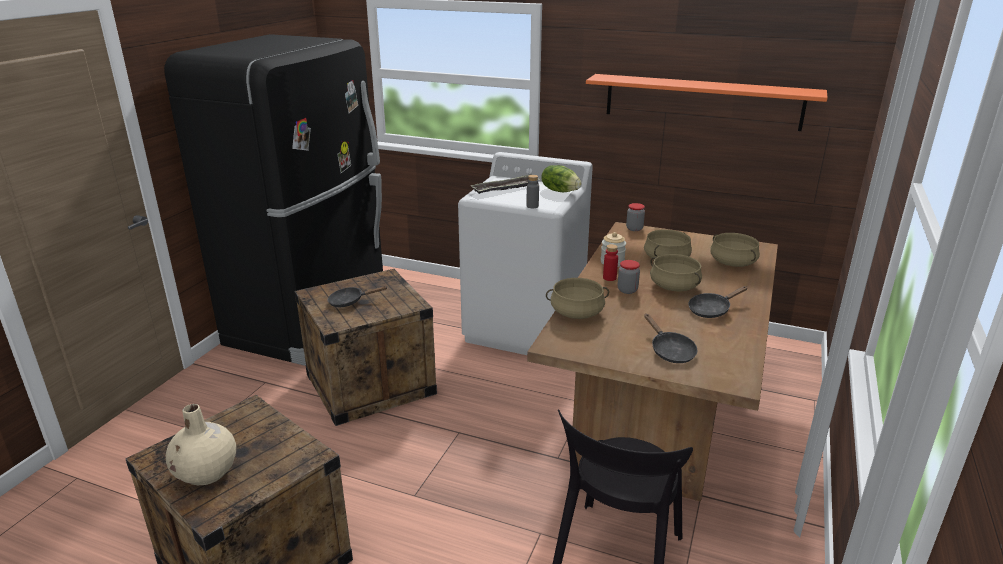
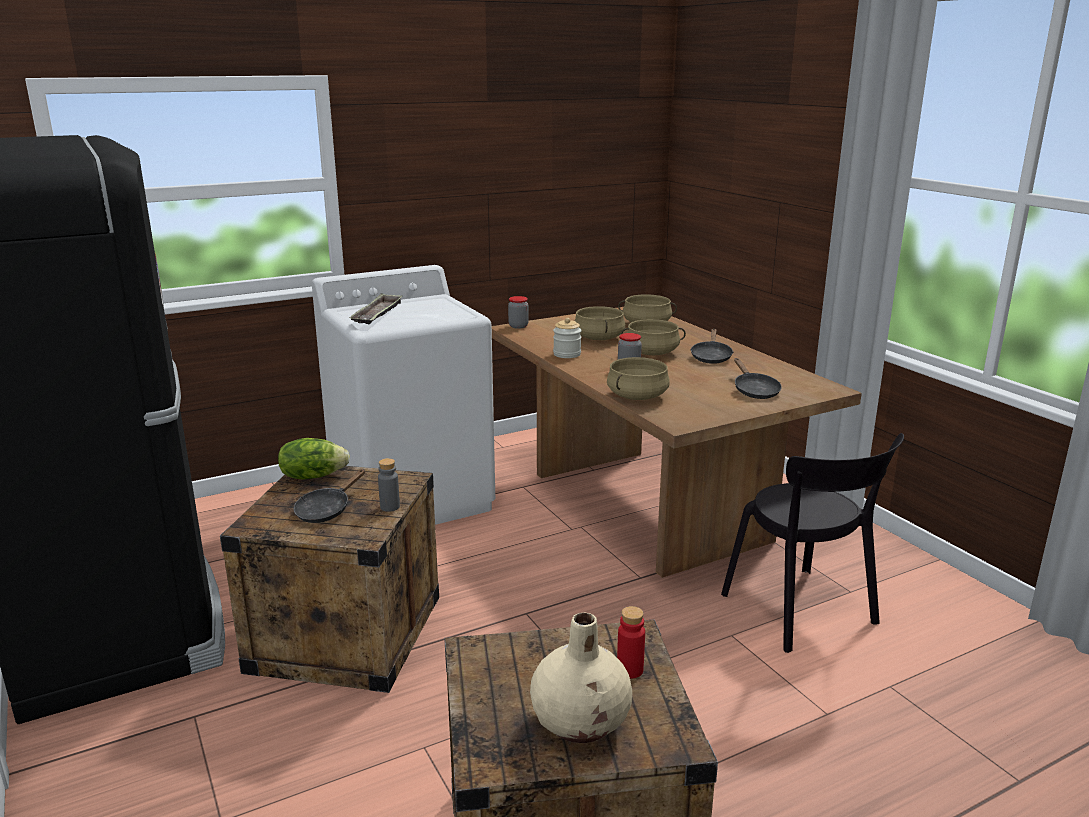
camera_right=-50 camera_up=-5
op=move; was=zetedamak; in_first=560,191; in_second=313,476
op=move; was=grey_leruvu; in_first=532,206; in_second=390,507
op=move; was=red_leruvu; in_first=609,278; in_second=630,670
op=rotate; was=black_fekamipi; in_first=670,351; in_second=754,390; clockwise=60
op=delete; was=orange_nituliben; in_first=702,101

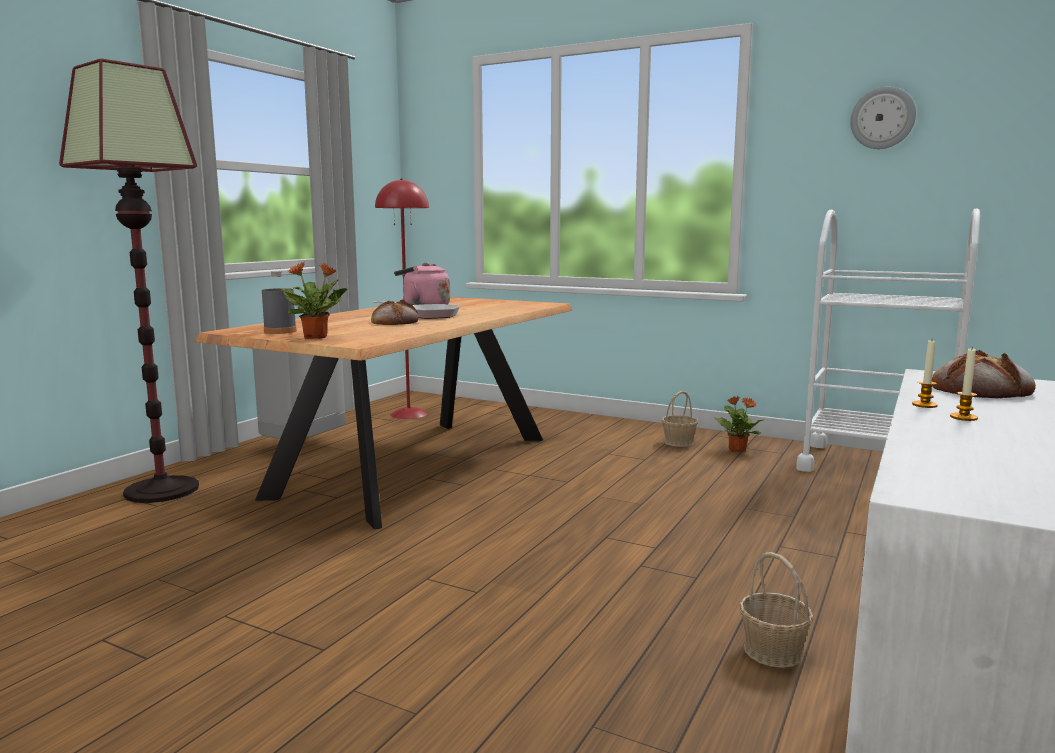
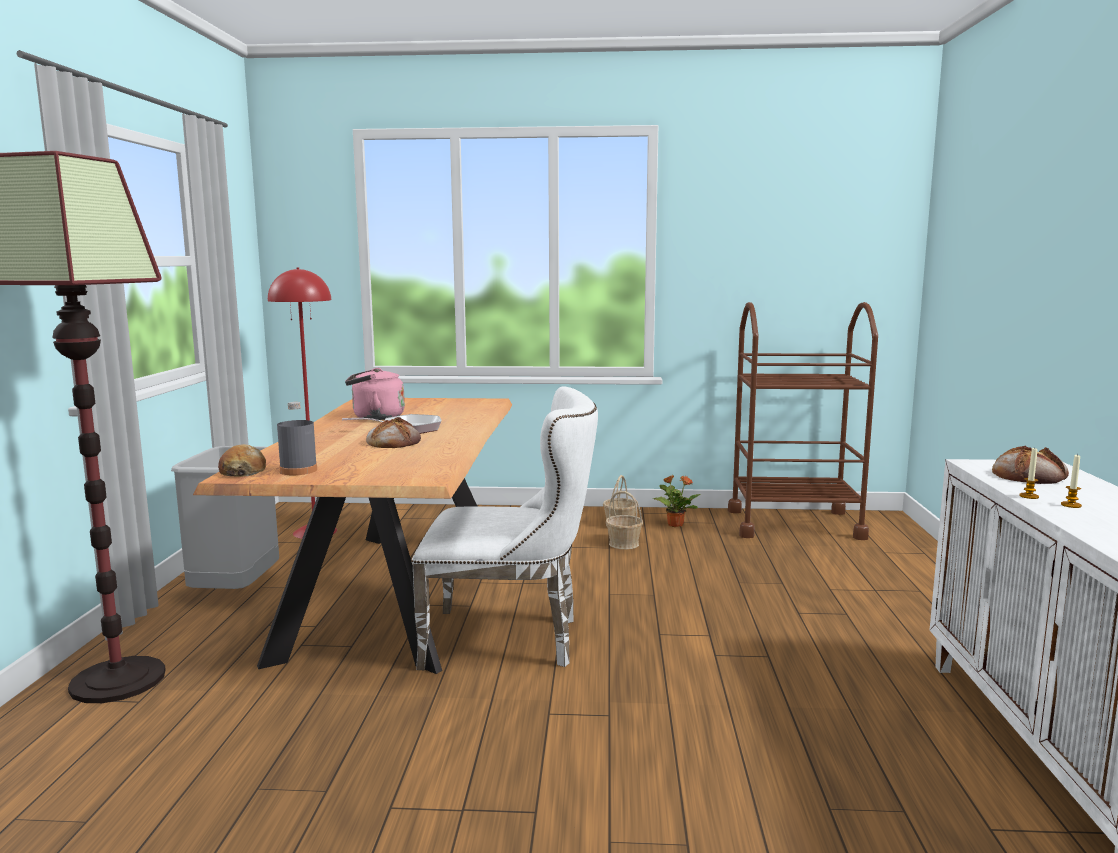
camera_right=-25 camera_up=0
op=insert; now=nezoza; in_second=243,472
op=insert; now=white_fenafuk; in_second=512,640
op=move; was=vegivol; in_first=773,651; in_second=624,544
op=recolor; was=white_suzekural; now=brown_suzekural; in_first=876,466; in_second=794,524
op=delete; was=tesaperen; in_first=316,337
op=delete; was=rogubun; in_first=882,118

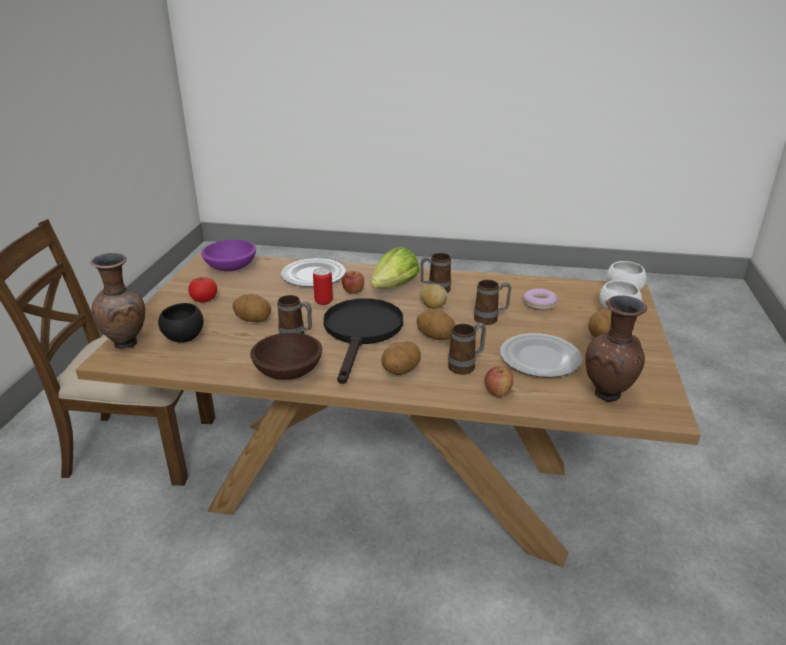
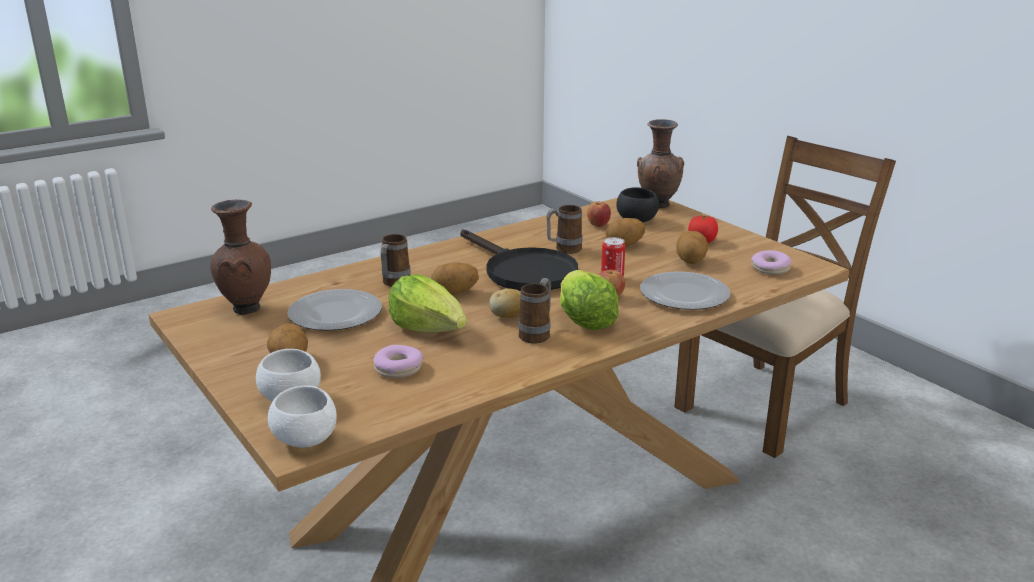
camera_right=135 camera_up=-5
op=replace; was=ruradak; now=zetedamak; in_first=491,319; in_second=429,329
op=move; was=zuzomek; in_first=497,393; in_second=598,225
op=move; was=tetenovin; in_first=400,371; in_second=690,261
op=replace; was=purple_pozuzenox; now=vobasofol; in_first=232,267; in_second=770,269
op=delete; was=brown_pozuzenox; in_first=288,372

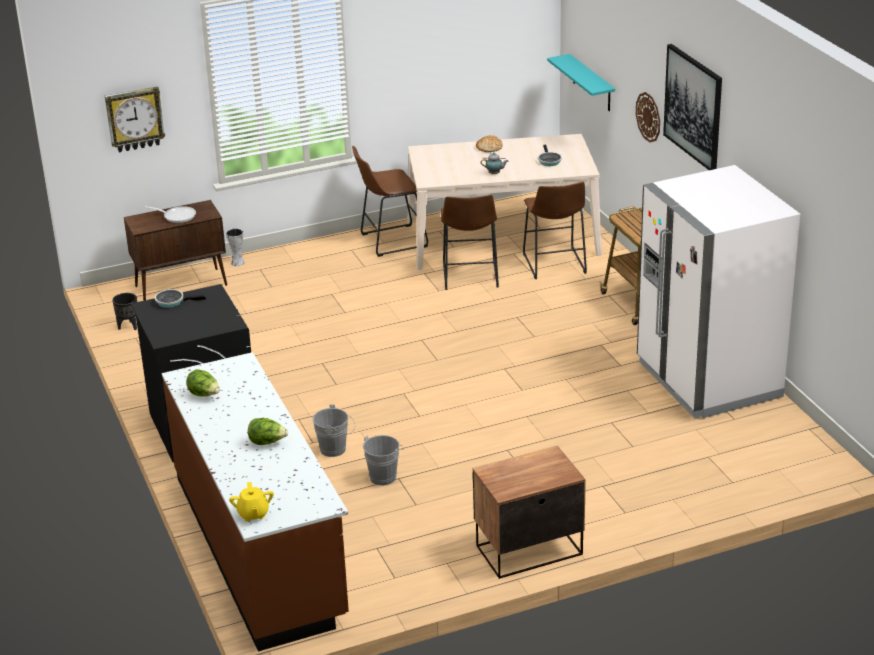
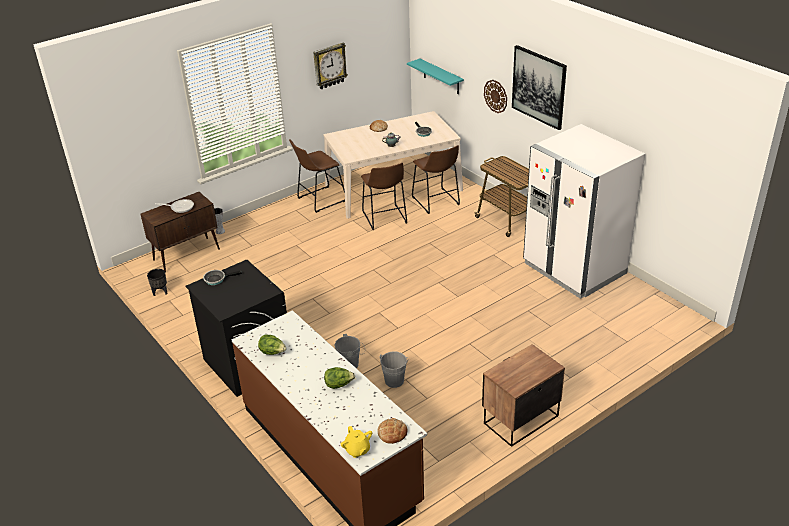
camera_right=-15 camera_up=5
op=move; was=rogubun; in_first=134,119; in_second=329,66
op=insert; now=nezoza; in_second=392,433

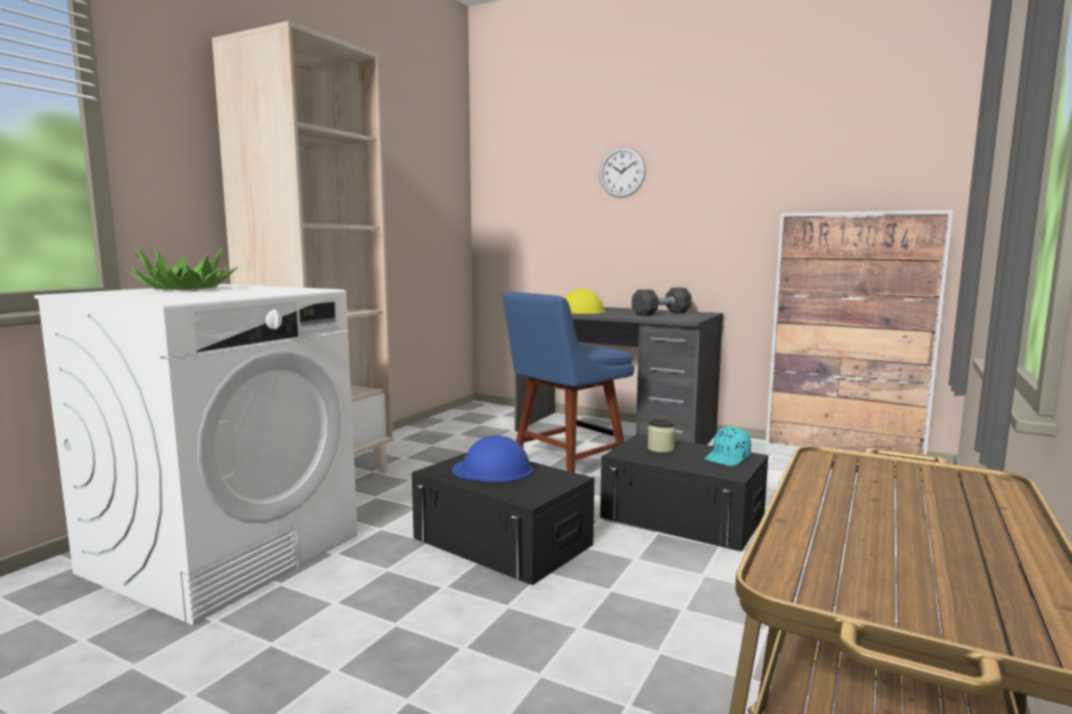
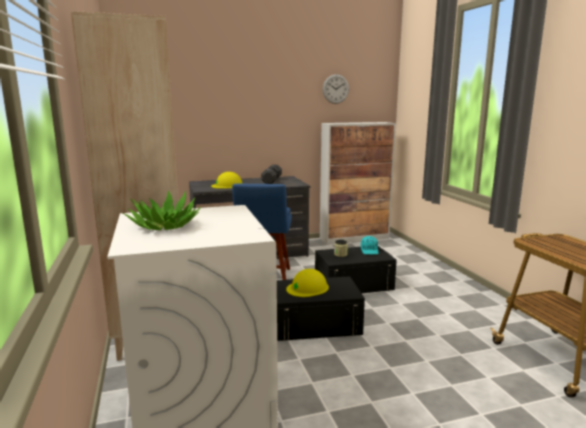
camera_right=-45 camera_up=5
op=recolor; was=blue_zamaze; now=yellow_zamaze; in_first=493,469; in_second=307,288
op=move; was=rogubun; in_first=622,172; in_second=335,89

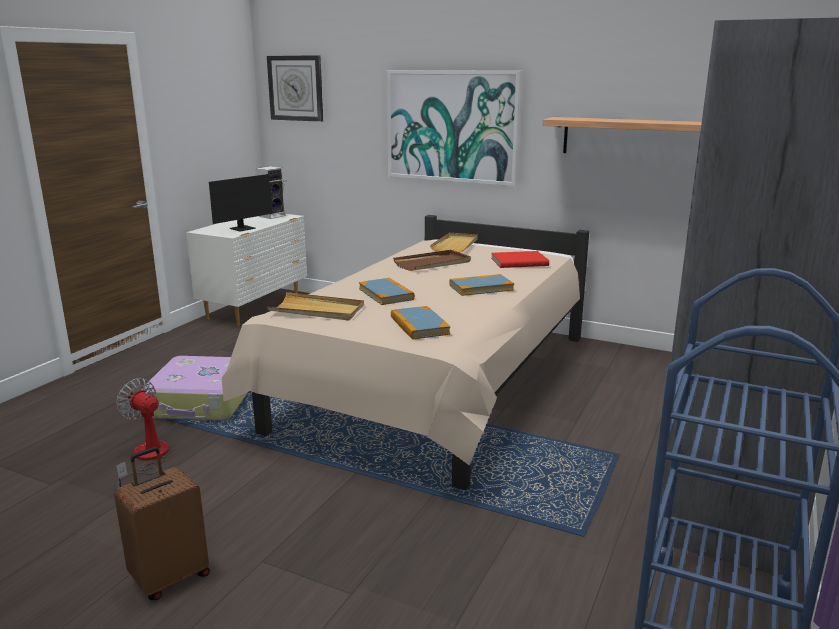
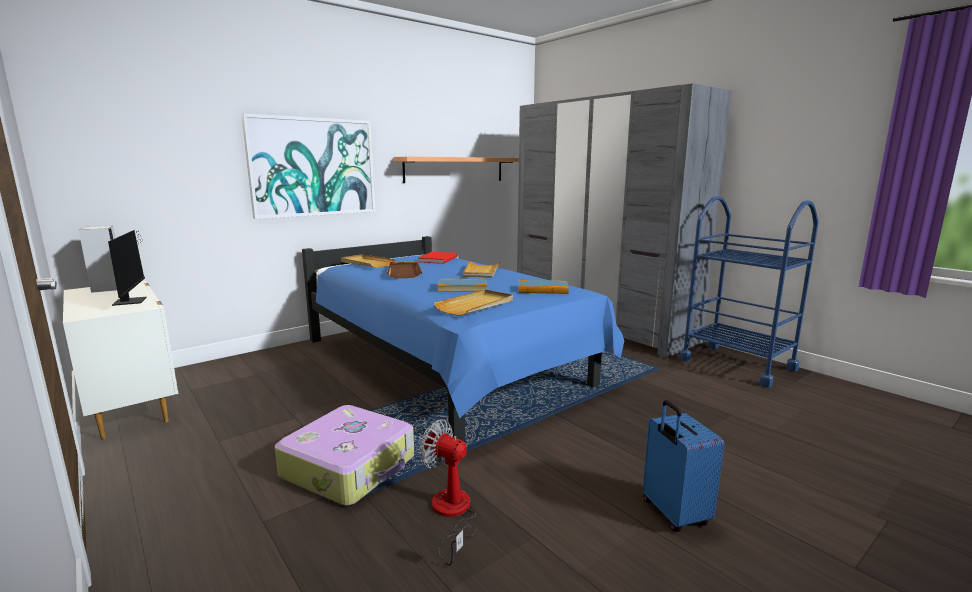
camera_right=-65 camera_up=-5
op=recolor; was=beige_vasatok; now=blue_vasatok; in_first=435,385; in_second=445,364
op=rotate; was=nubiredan; in_first=147,458; in_second=451,514; clockwise=60
op=replace; was=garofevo; now=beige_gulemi; in_first=481,288; in_second=481,271
op=recolor; was=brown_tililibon; now=blue_tililibon; in_first=170,577; in_second=673,514
op=delete; was=rogubun; in_first=296,88

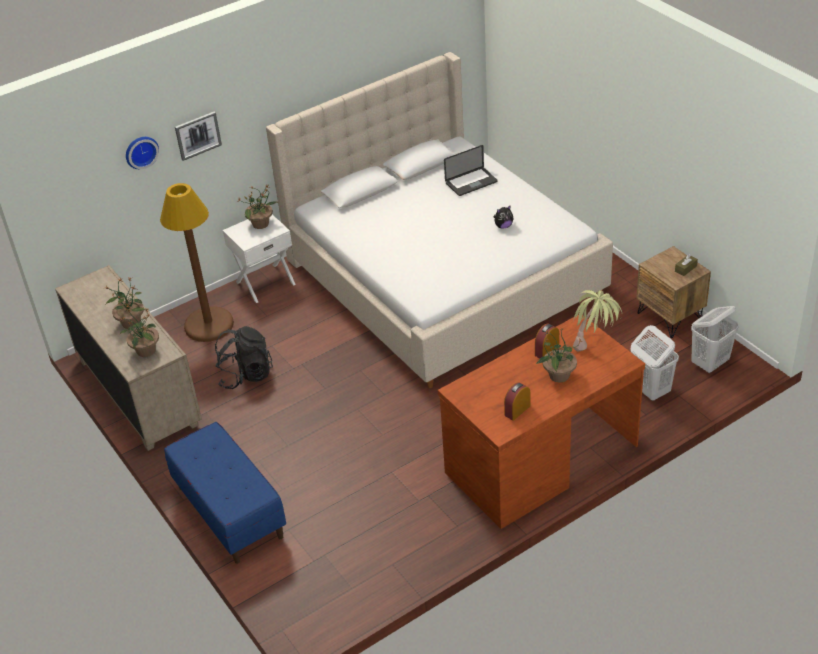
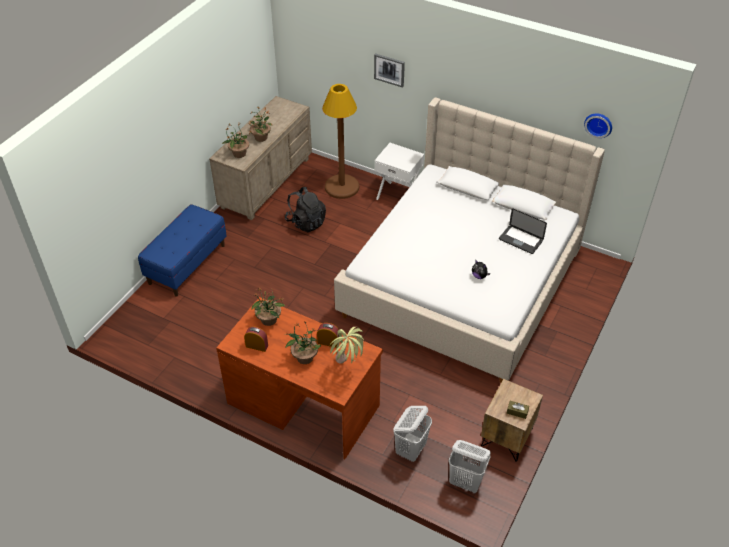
camera_right=60 camera_up=5
op=move; was=tesaperen; in_first=261,224; in_second=269,320
op=move; was=rogubun; in_first=140,151; in_second=598,124

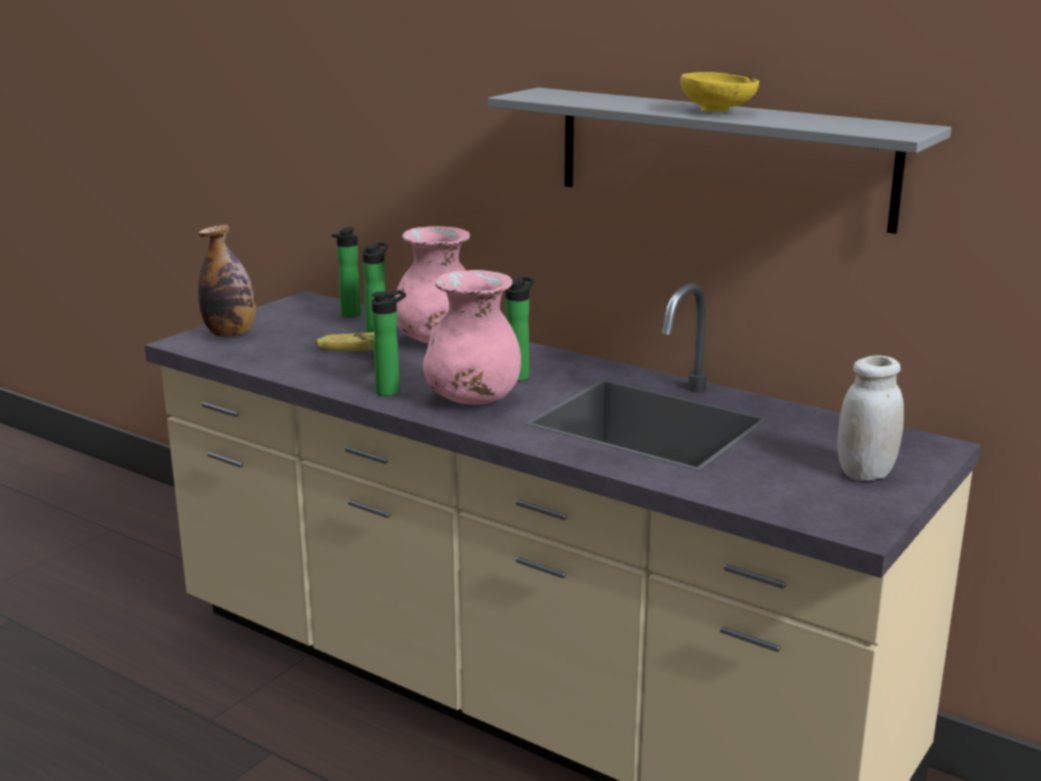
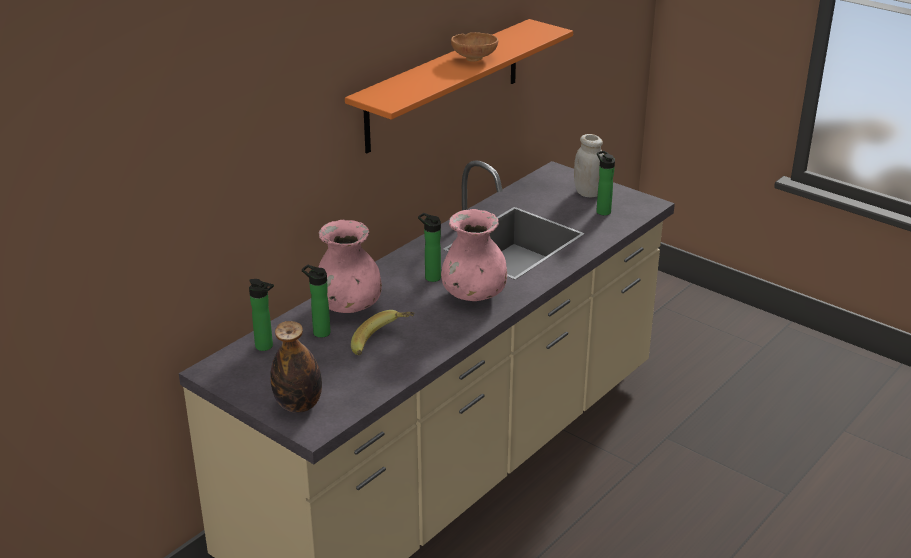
camera_right=-85 camera_up=10
op=recolor; was=grey_nituliben; now=orange_nituliben; in_first=721,157; in_second=444,85
op=recolor; was=yellow_pozuzenox; now=brown_pozuzenox; in_first=719,112; in_second=475,58
op=move; was=leruvu; in_first=391,391; in_second=602,211

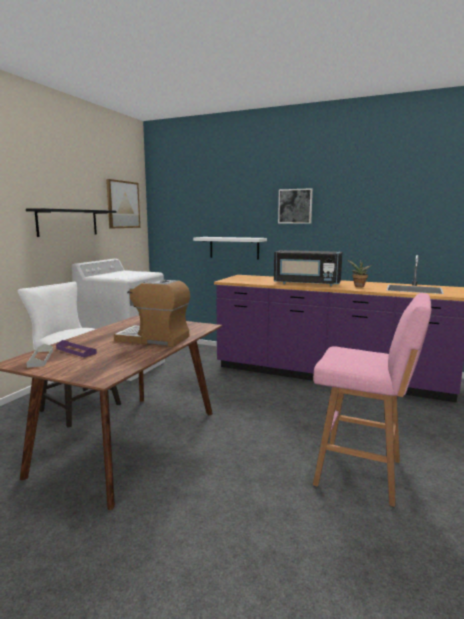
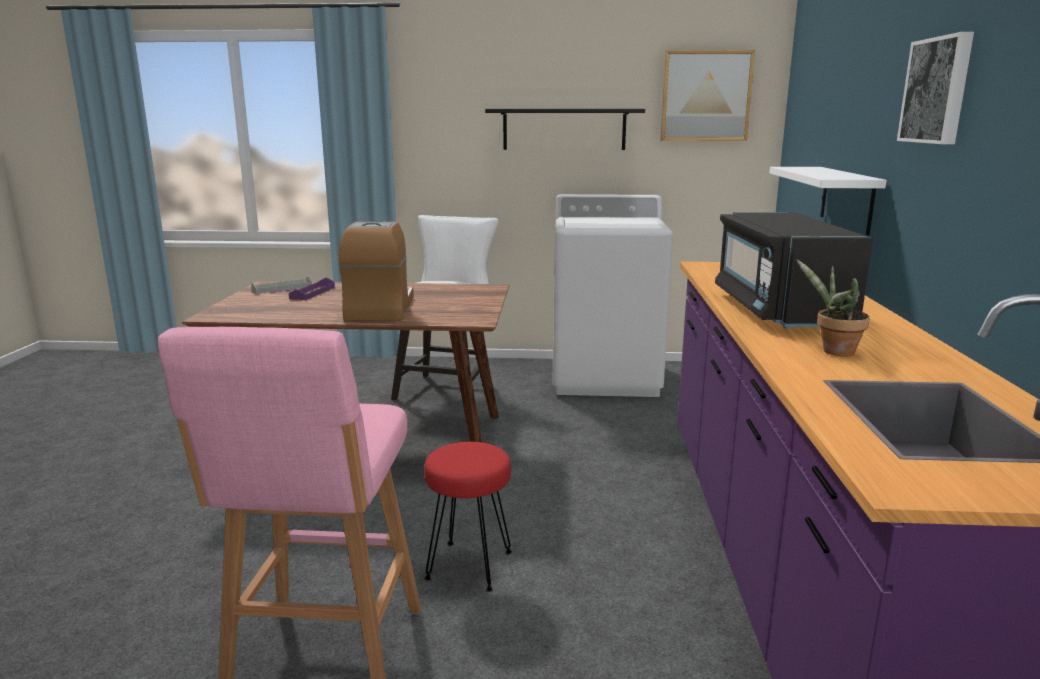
camera_right=70 camera_up=5
op=insert; now=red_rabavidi; in_second=470,566

